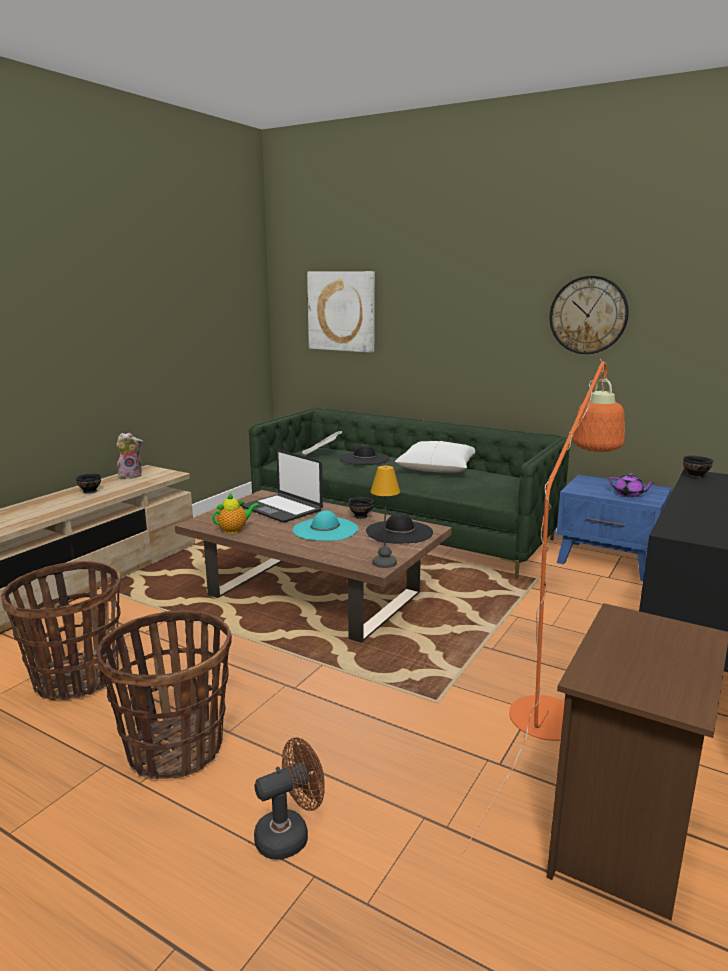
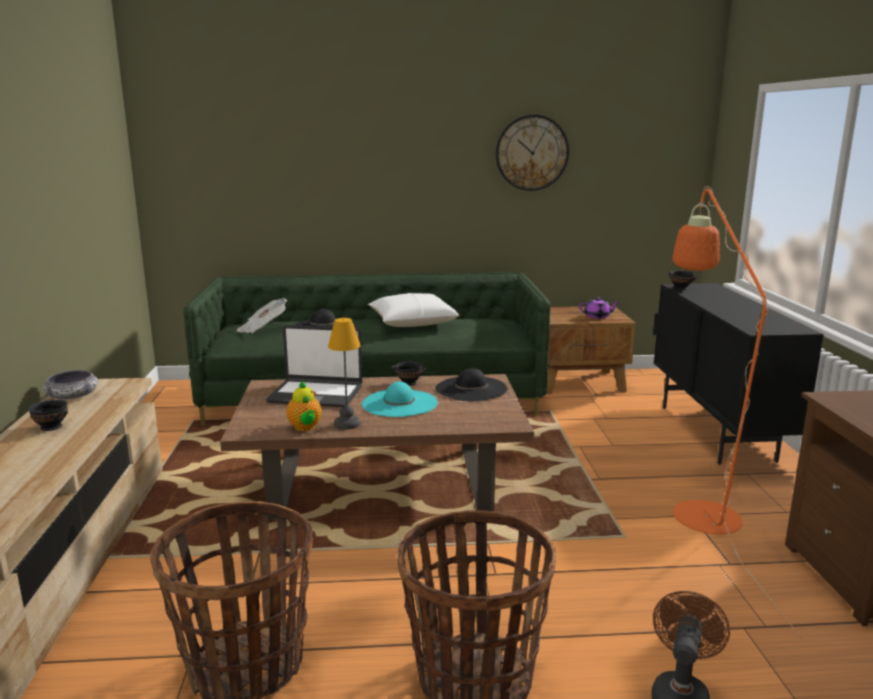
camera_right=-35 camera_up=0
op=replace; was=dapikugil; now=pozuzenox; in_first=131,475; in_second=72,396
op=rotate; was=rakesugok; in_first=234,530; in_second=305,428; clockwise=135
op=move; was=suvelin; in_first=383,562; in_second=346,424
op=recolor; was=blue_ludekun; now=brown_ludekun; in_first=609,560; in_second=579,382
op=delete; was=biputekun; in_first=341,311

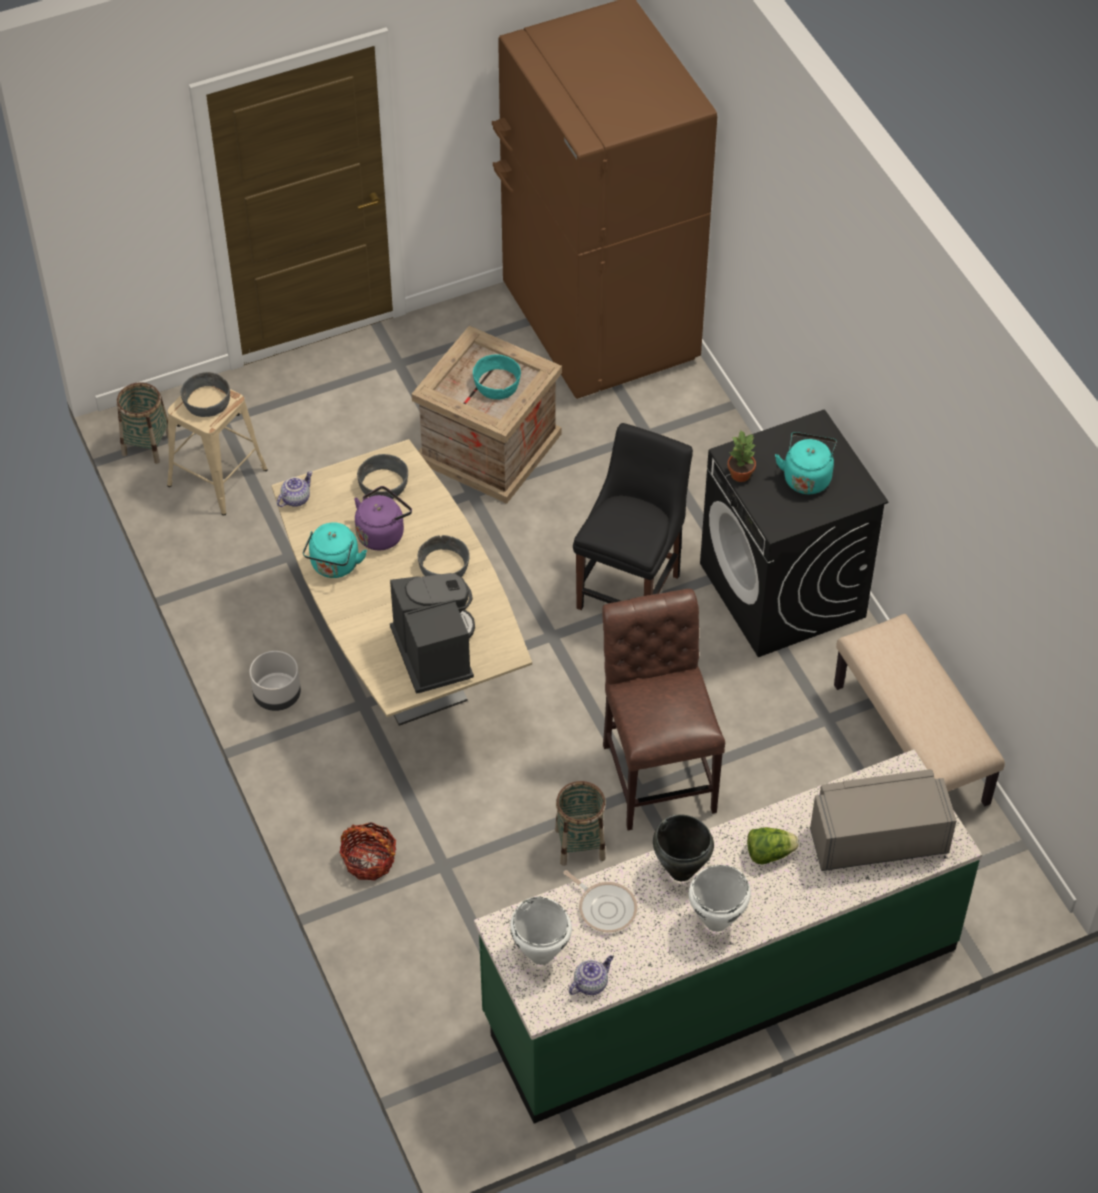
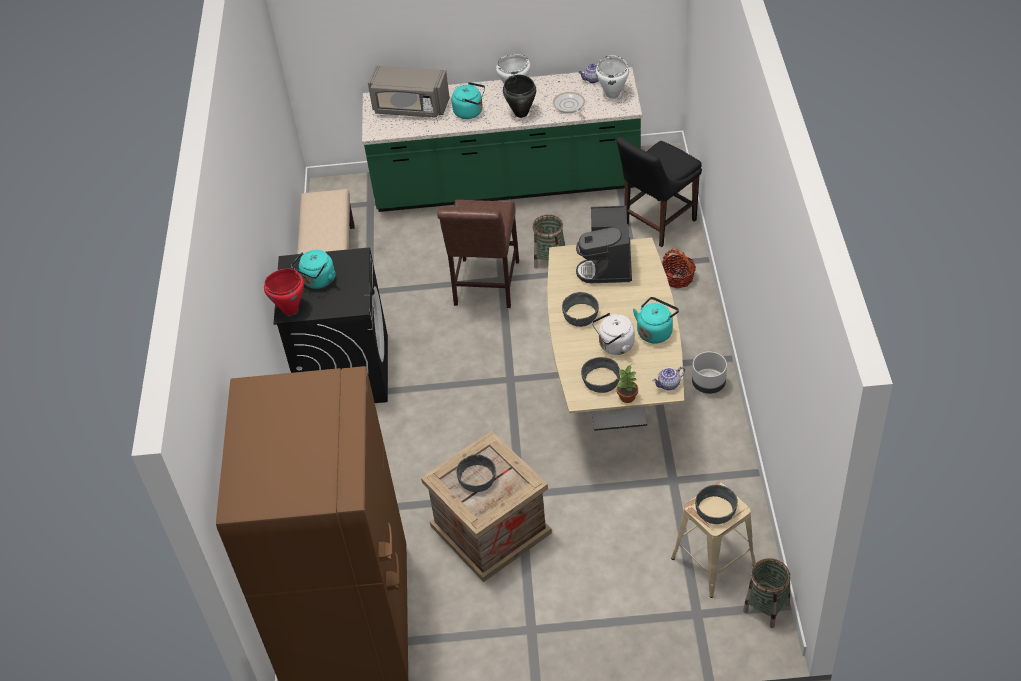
camera_right=-155 camera_up=-5
op=insert; now=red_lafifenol; in_second=289,309
op=replace; was=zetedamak; now=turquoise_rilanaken; in_first=769,853; in_second=470,112
op=recolor; was=turquoise_pozuzenox; now=grey_pozuzenox; in_first=496,383; in_second=477,479
op=recolor; was=purple_rilanaken; now=white_rilanaken; in_first=382,533; in_second=614,346
op=move; was=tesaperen; in_first=741,474; in_second=627,397
op=move; was=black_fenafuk; in_first=631,588; in_second=657,224

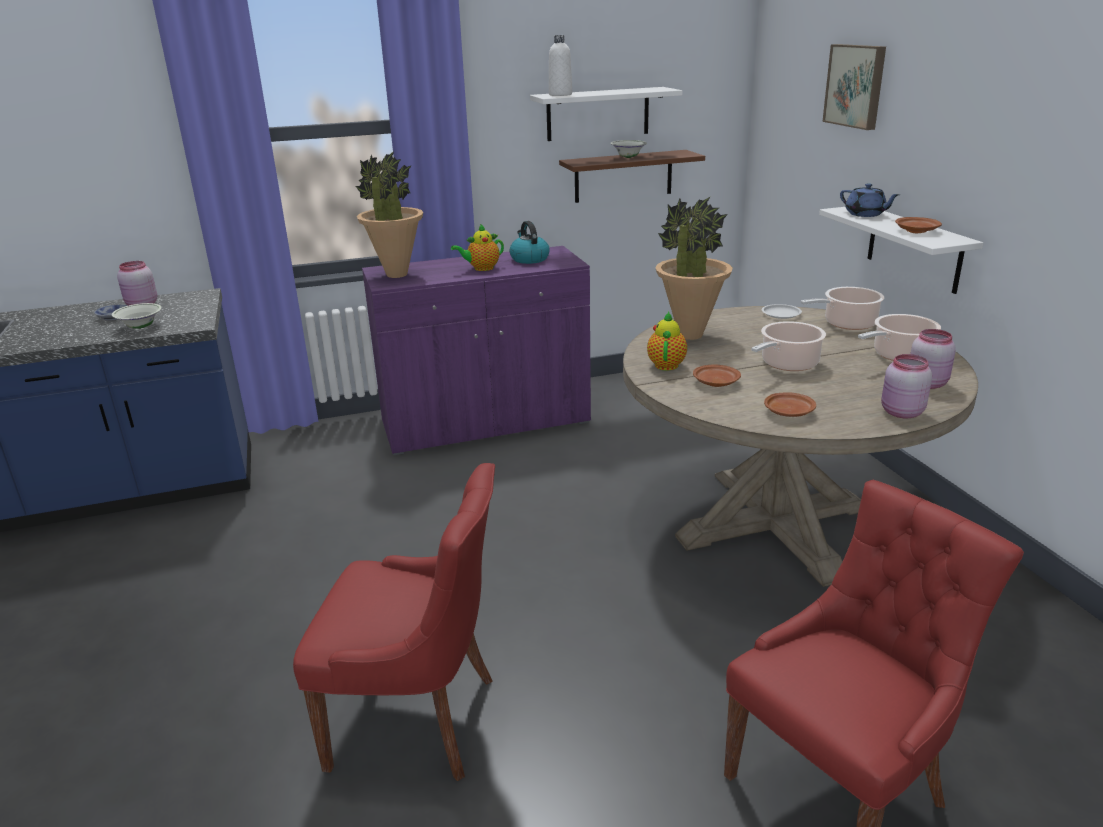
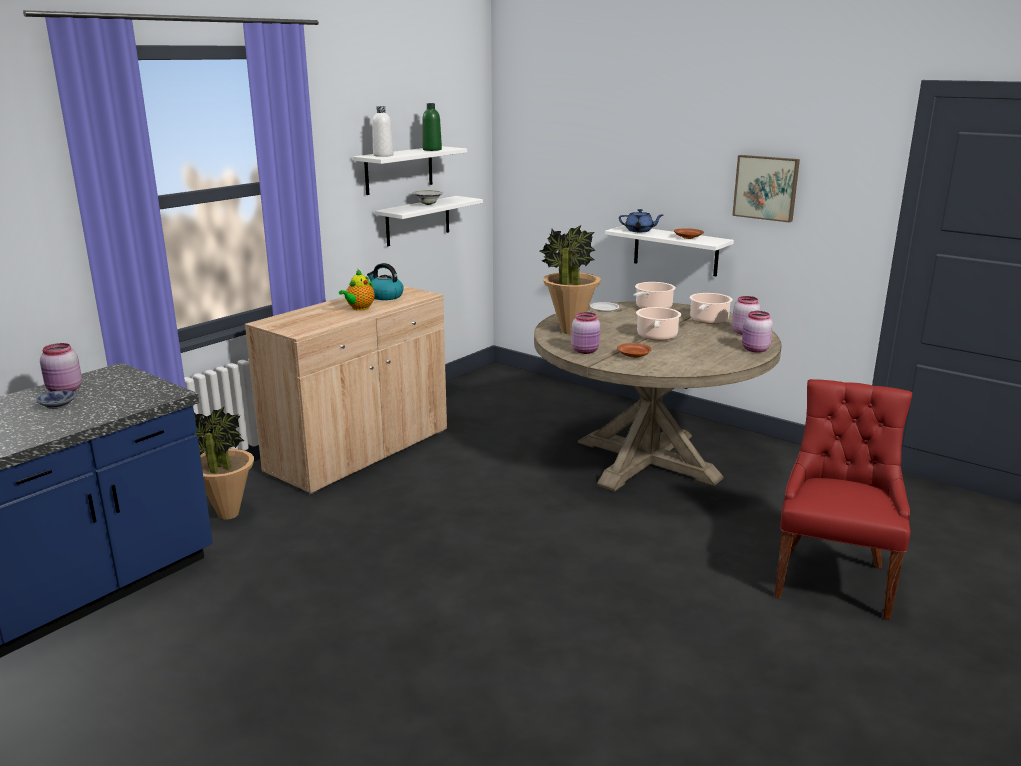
camera_right=-35 camera_up=-5
op=move; was=tesaperen; in_first=396,274; in_second=228,514
op=recolor; was=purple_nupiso; now=beige_nupiso; in_first=485,423; in_second=360,451
op=recolor; was=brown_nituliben; now=white_nituliben; in_first=623,176; in_second=418,221
op=insert; now=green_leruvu; in_second=432,149
op=replace; was=rakesugok; now=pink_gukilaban; in_first=666,364; in_second=585,351
op=move; was=biputekun; in_first=856,86; in_second=766,187
op=delete; was=white_pozuzenox; in_first=141,327
op=delete; was=red_fenafuk; in_first=418,720
op=delete; was=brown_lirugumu; in_first=789,412

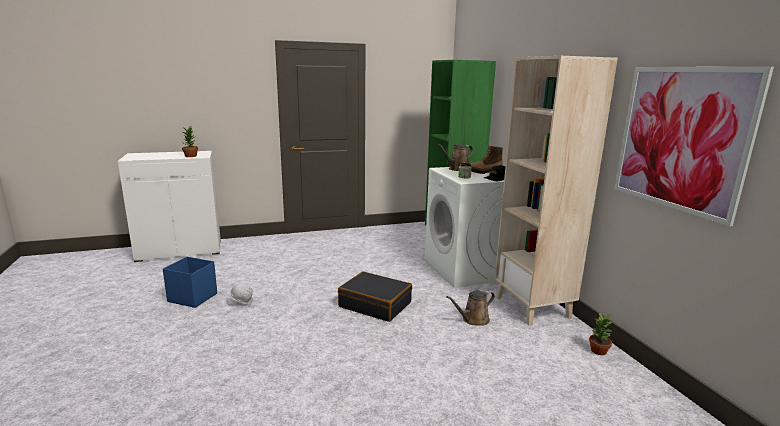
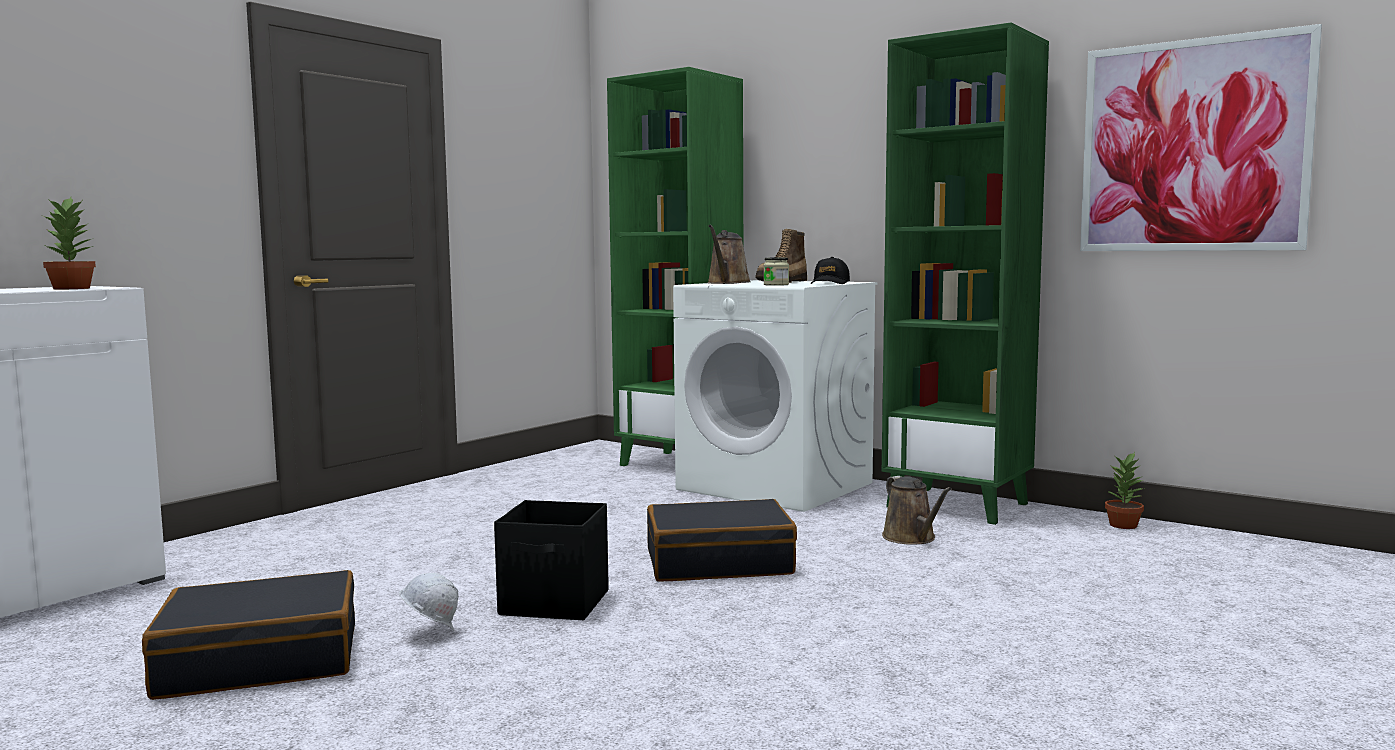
camera_right=-35 camera_up=-10
op=replace; was=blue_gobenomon; now=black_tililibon; in_first=192,297; in_second=260,660
op=insert; now=black_gobenomon; in_second=556,603
op=recolor; was=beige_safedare; now=green_safedare; in_first=533,307; in_second=958,505
op=rotate; was=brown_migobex; in_first=473,320; in_second=911,538; clockwise=-45

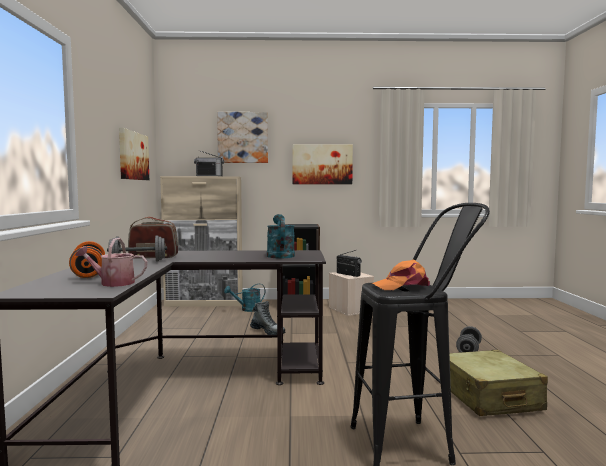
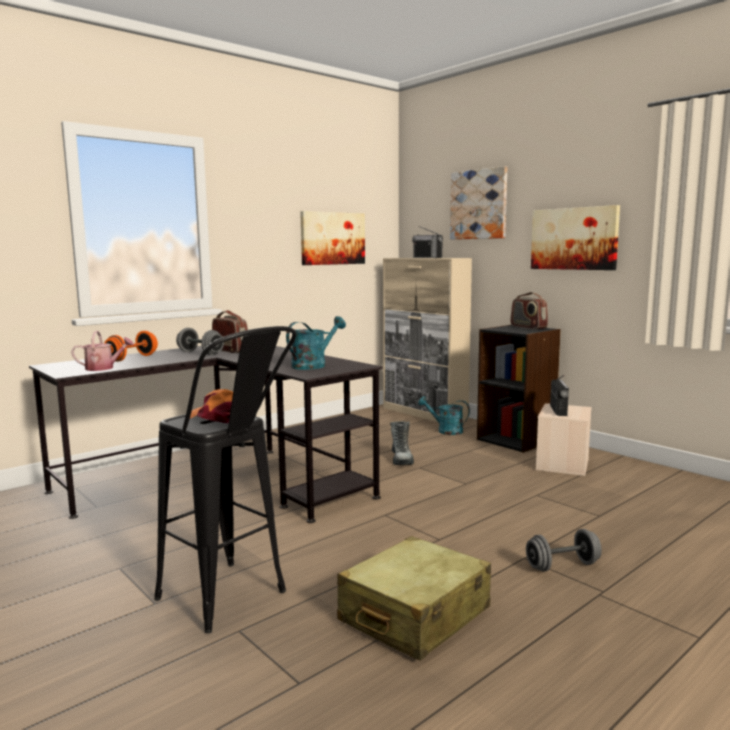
camera_right=50 camera_up=5
op=rotate; was=migobex; in_first=113,283; in_second=104,368; clockwise=120
op=insert; now=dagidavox; in_second=528,327

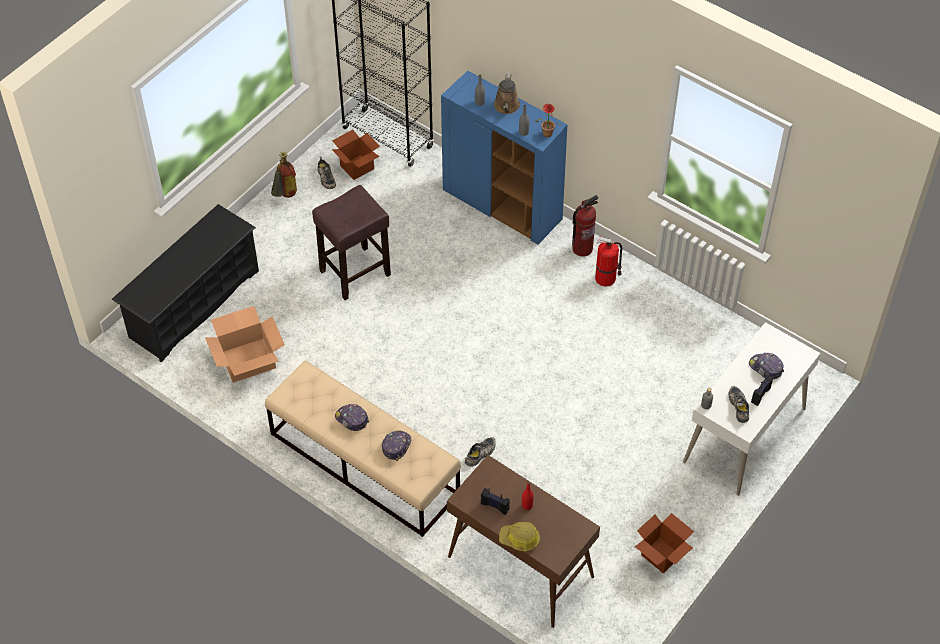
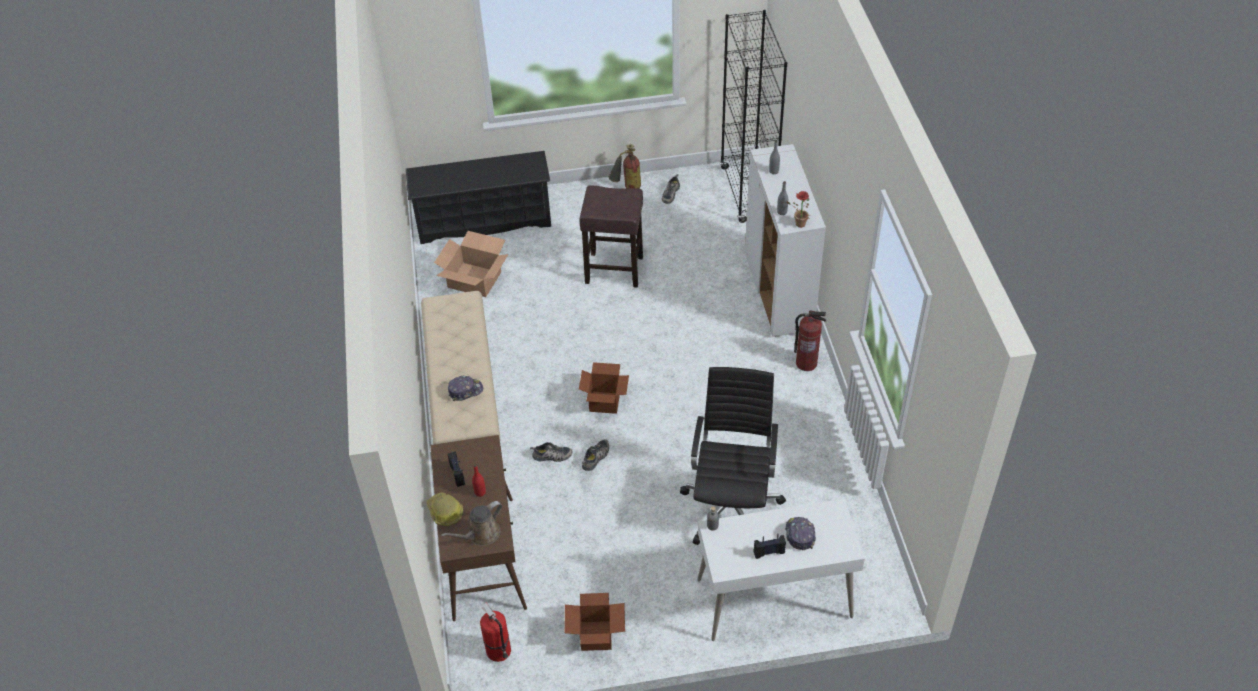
camera_right=45 camera_up=-5
op=move; was=brown_migobex; in_first=506,107; in_second=481,535
op=move; was=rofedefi; in_first=606,278; in_second=499,651
op=move; was=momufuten; in_first=357,167; in_second=604,402
op=move; was=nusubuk; in_first=739,406; in_second=596,457
op=insert; now=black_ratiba; in_second=732,506
op=recolor; was=blue_nupiso; now=white_nupiso; in_first=503,206; in_second=779,293
op=delete; was=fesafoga; in_first=351,419

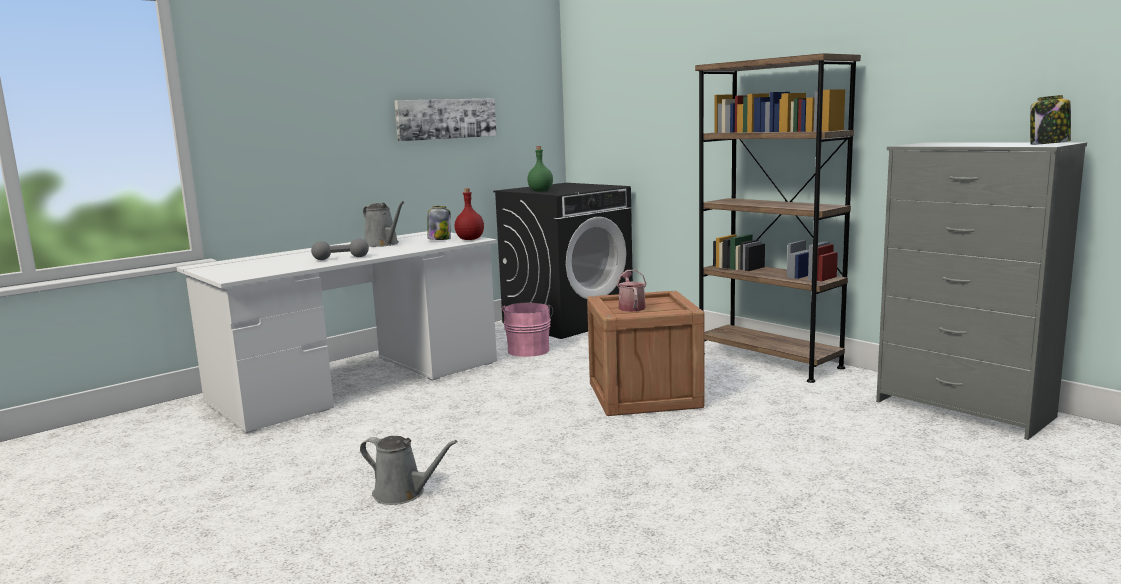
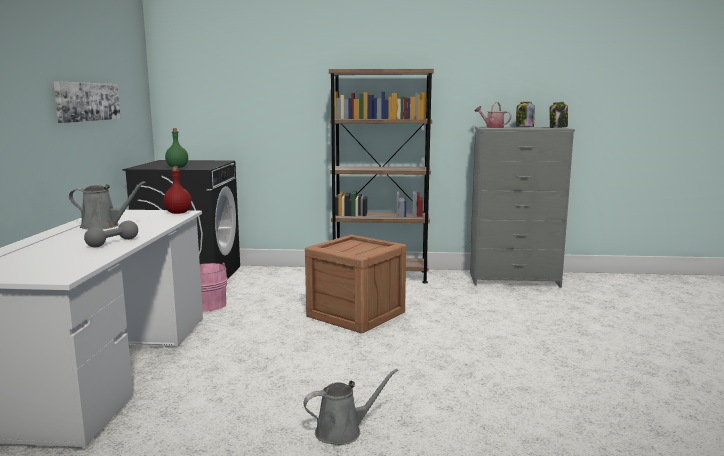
camera_right=-45 camera_up=0
op=move; was=migobex; in_first=631,307; in_second=492,127
op=move; was=gukilaban; in_first=439,239; in_second=524,127

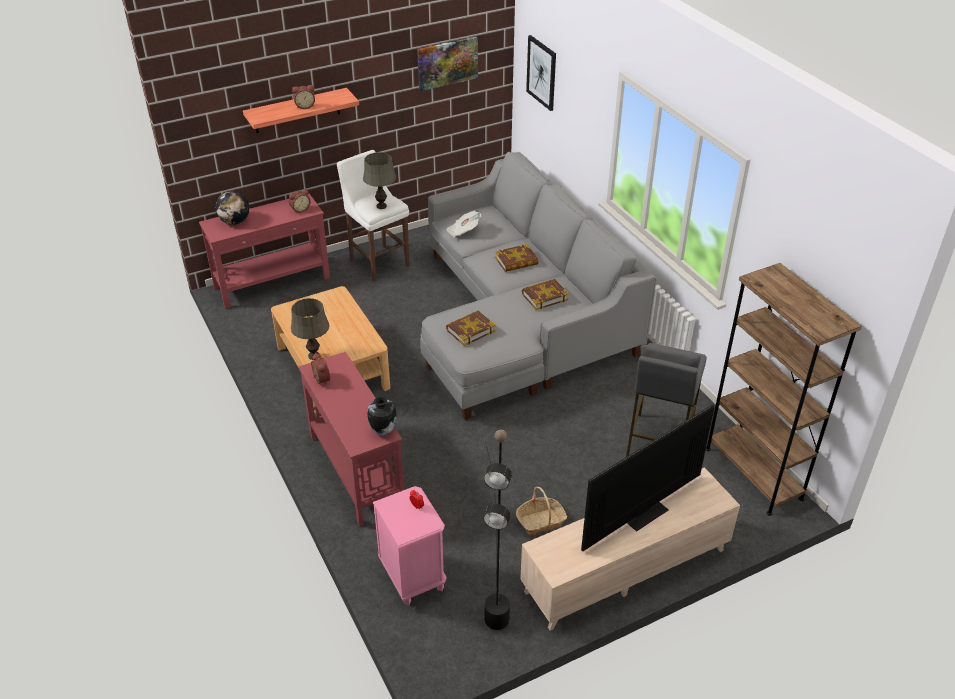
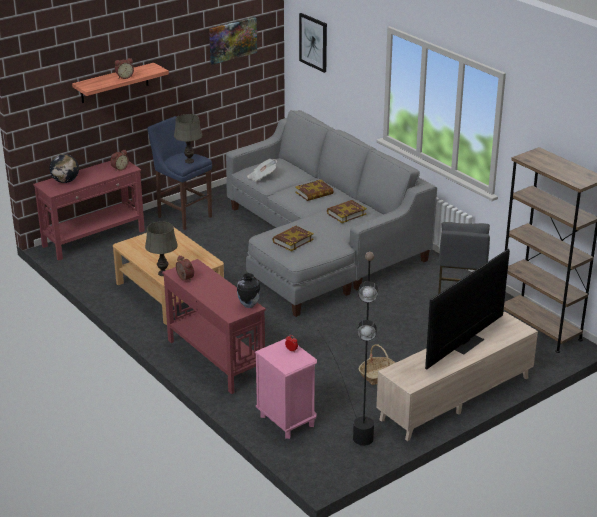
camera_right=-10 camera_up=-10
op=recolor; was=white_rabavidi; now=blue_rabavidi; in_first=378,261; in_second=183,216

